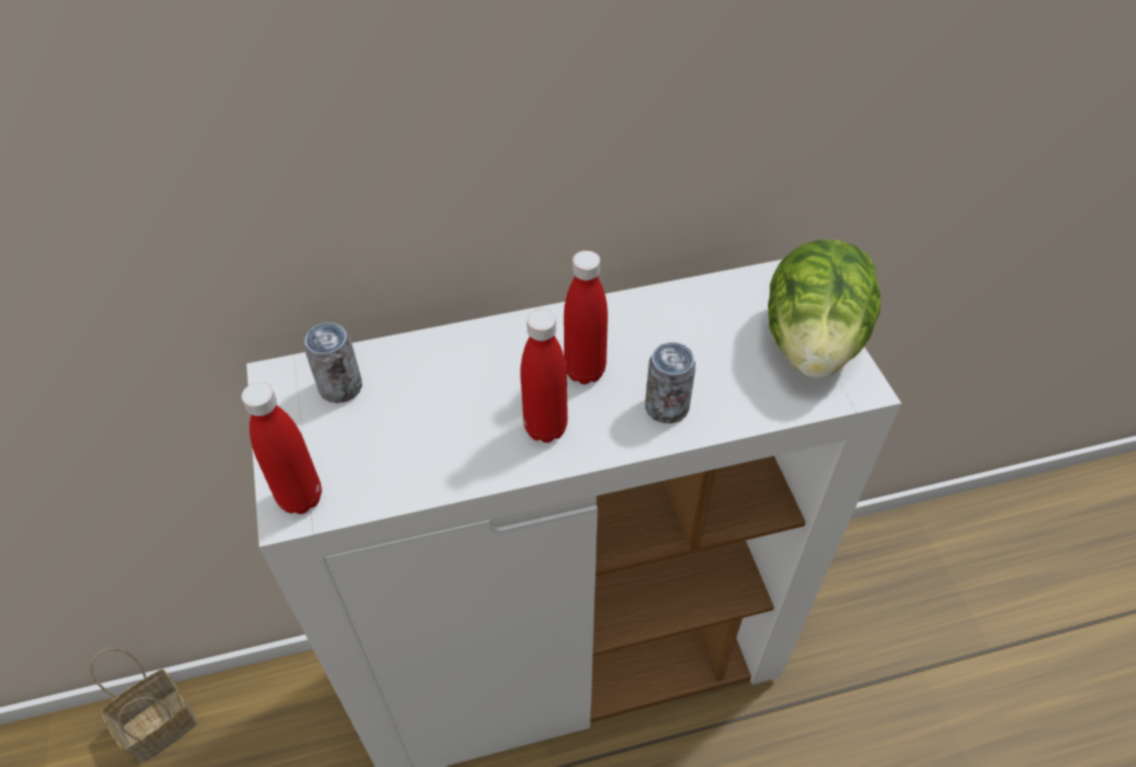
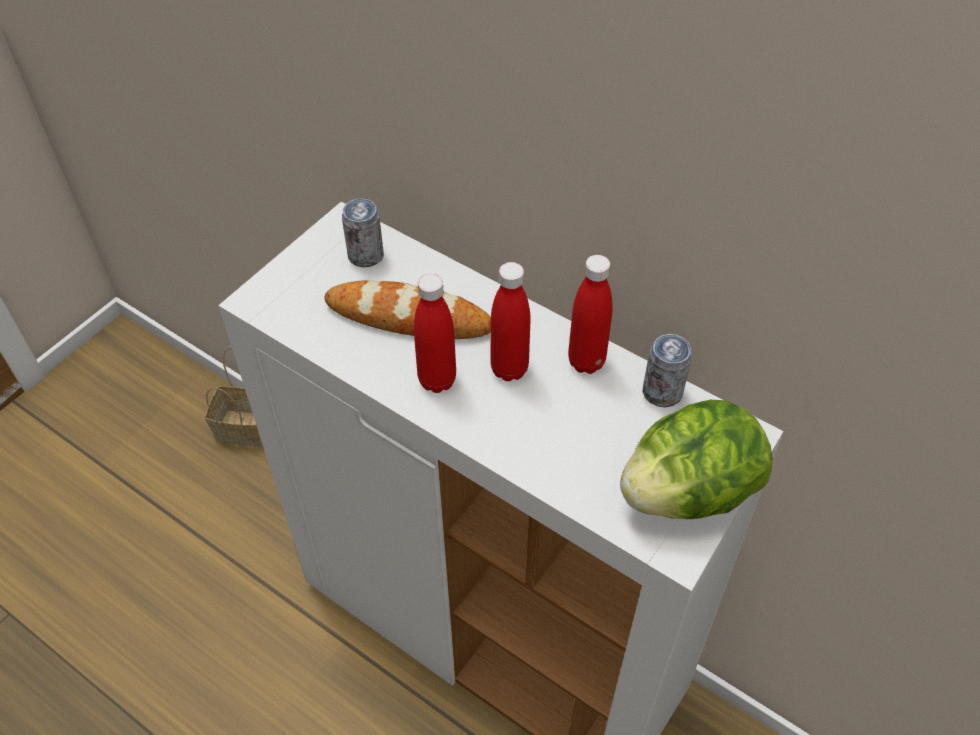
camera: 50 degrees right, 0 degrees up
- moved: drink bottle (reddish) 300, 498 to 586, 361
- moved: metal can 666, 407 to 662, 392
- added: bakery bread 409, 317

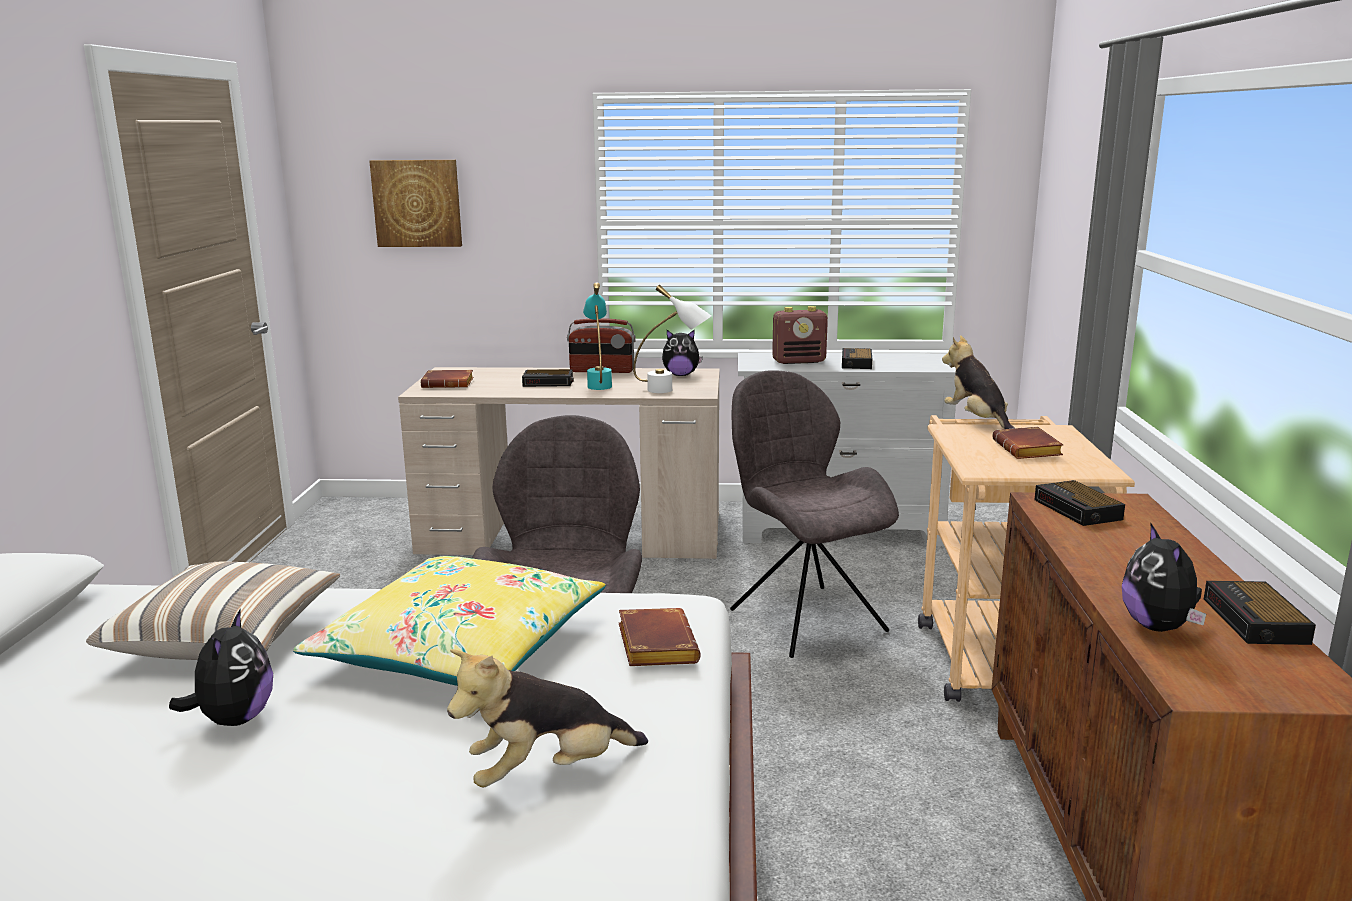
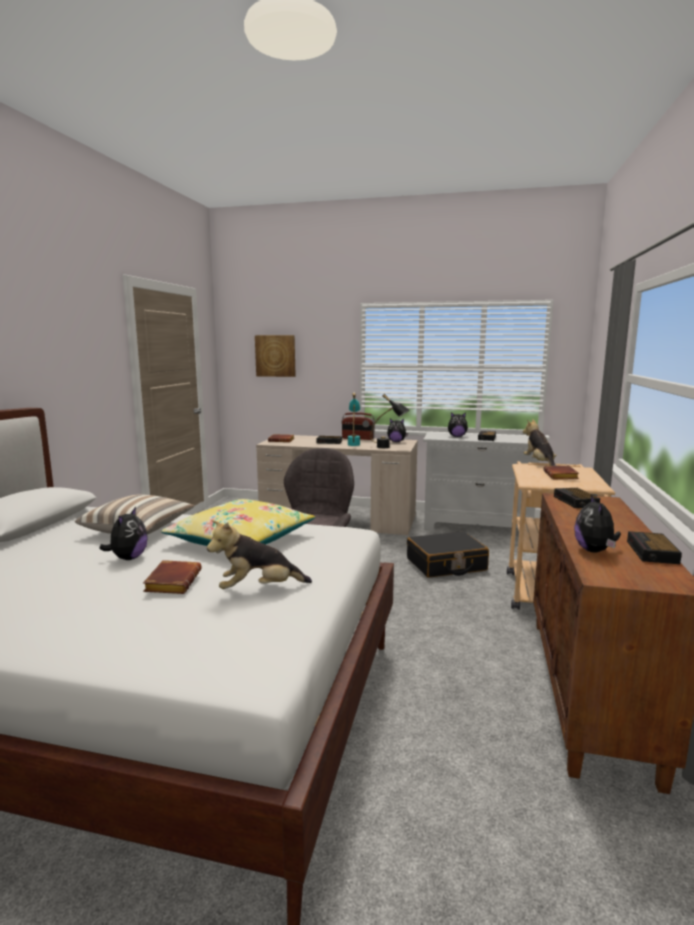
camera: 10 degrees right, 5 degrees down
- moved: book (brownish) 654, 645 to 172, 582
- recoloured: table lamp (white) 672, 390 to table lamp (black) 389, 447
- replaced: plain chair (grey) 804, 618 to suitcase (black) 446, 565
- replaced: radio 799, 361 to cuddly toy 457, 436

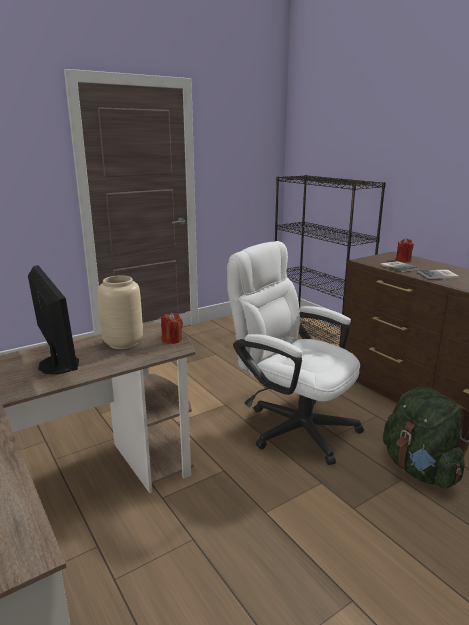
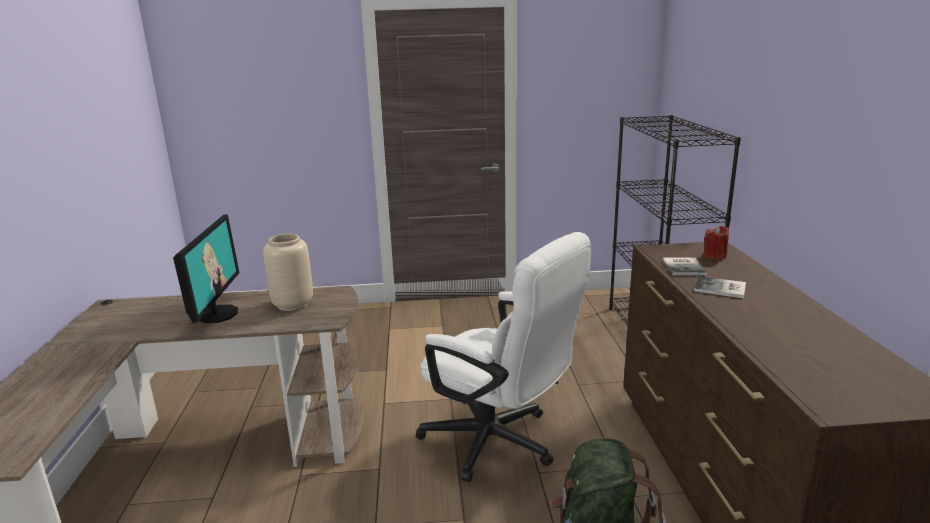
camera: 30 degrees right, 0 degrees up
- removed: wax light (reddish) 172, 339
- turned: office chair (white) 292, 425 = 500, 444 150 degrees clockwise

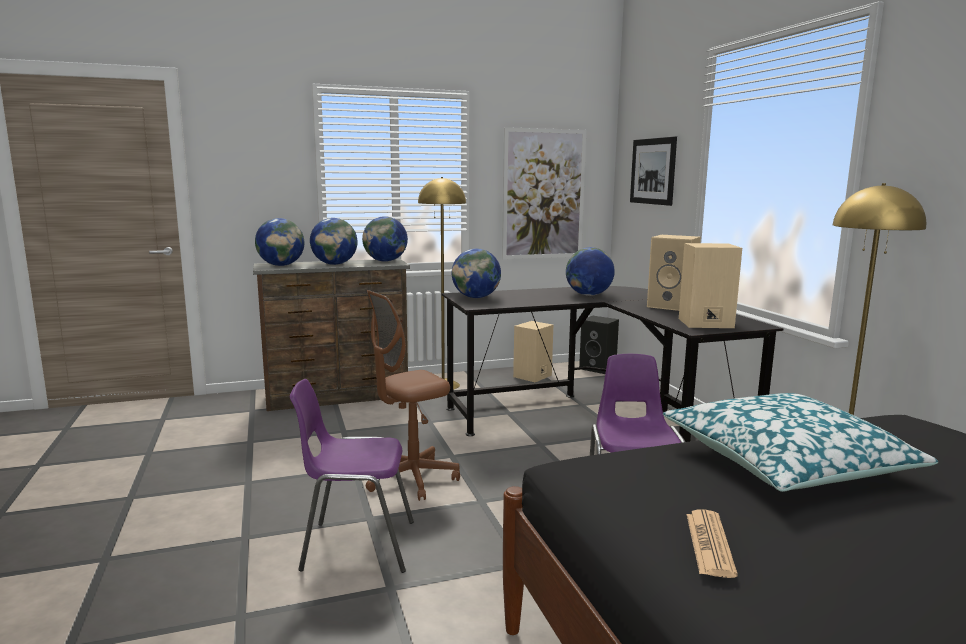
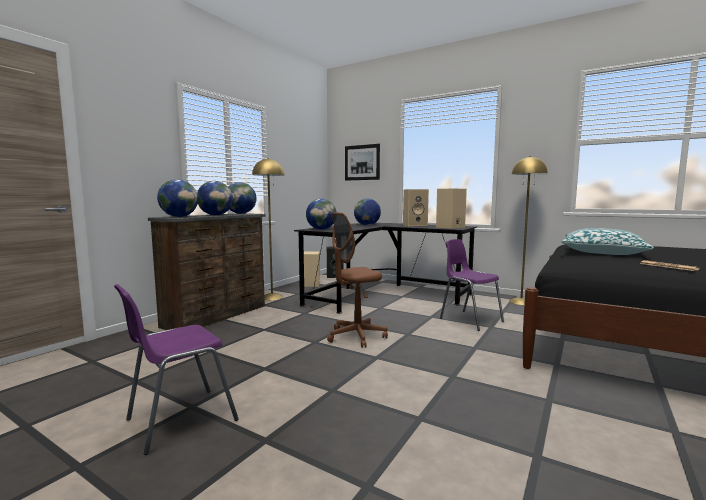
camera: 40 degrees left, 5 degrees down
- moved: plain chair (purple) 356, 545 to 178, 420
- turned: office chair (brownish) 411, 479 = 356, 336 45 degrees clockwise
- removed: picture 543, 194

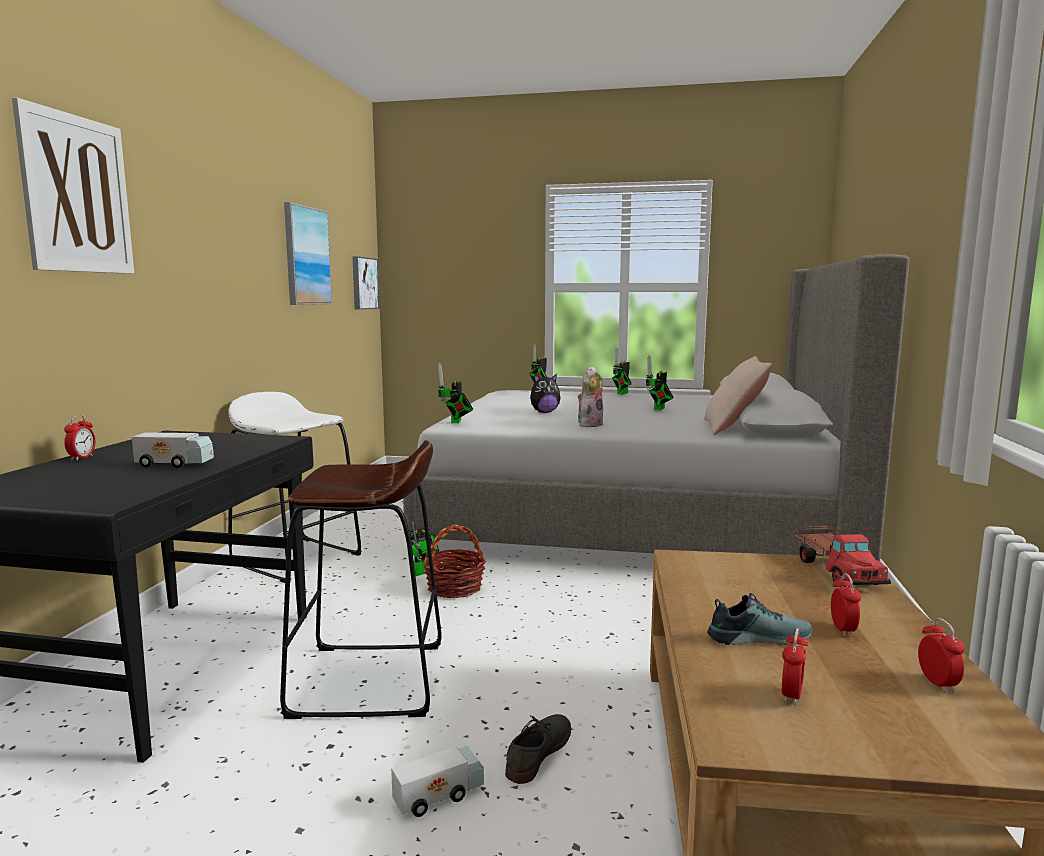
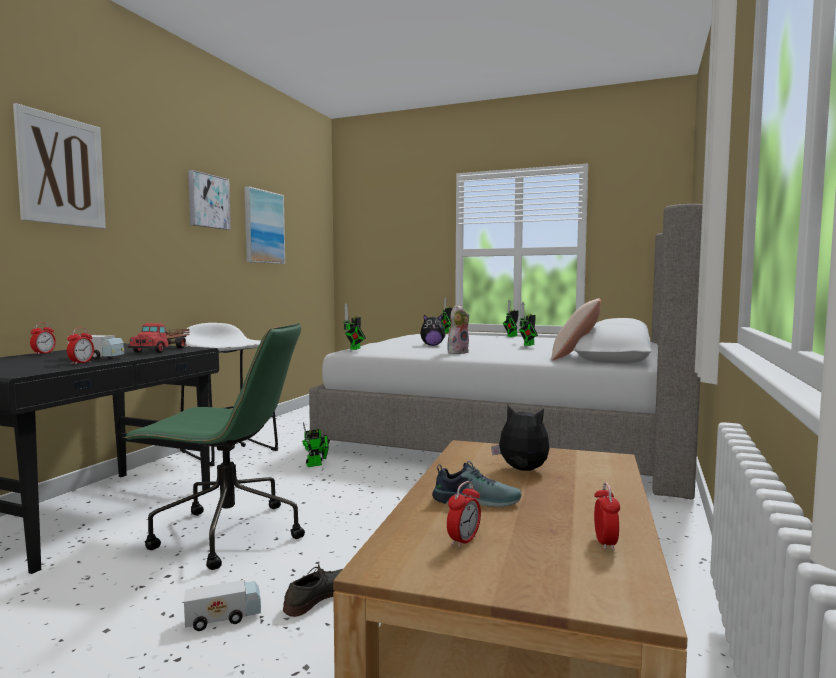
camera: 10 degrees right, 5 degrees down
- replaced: stool (brownish) 369, 680 to office chair (greenish) 226, 534
- moved: picture 364, 283 to 208, 201
- removed: basket 455, 588
- moved: model truck 837, 570 to 162, 349
- moved: bedside clock 843, 629 to 81, 363
- added: cuddly toy 522, 470

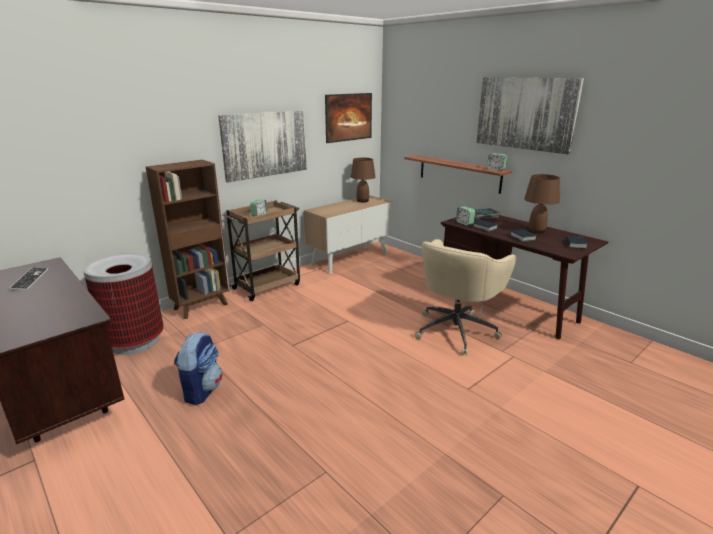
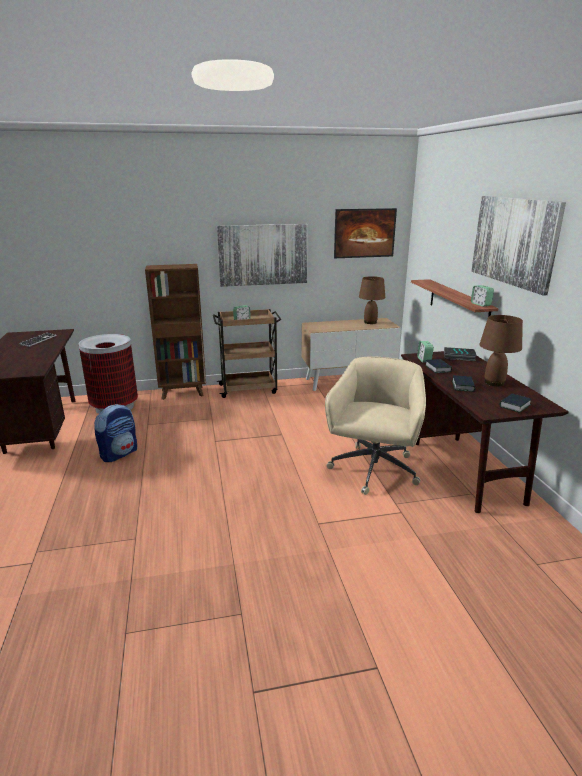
camera: 30 degrees right, 0 degrees up
- turned: office chair (beige-coloured) 456, 330 = 373, 471 135 degrees clockwise

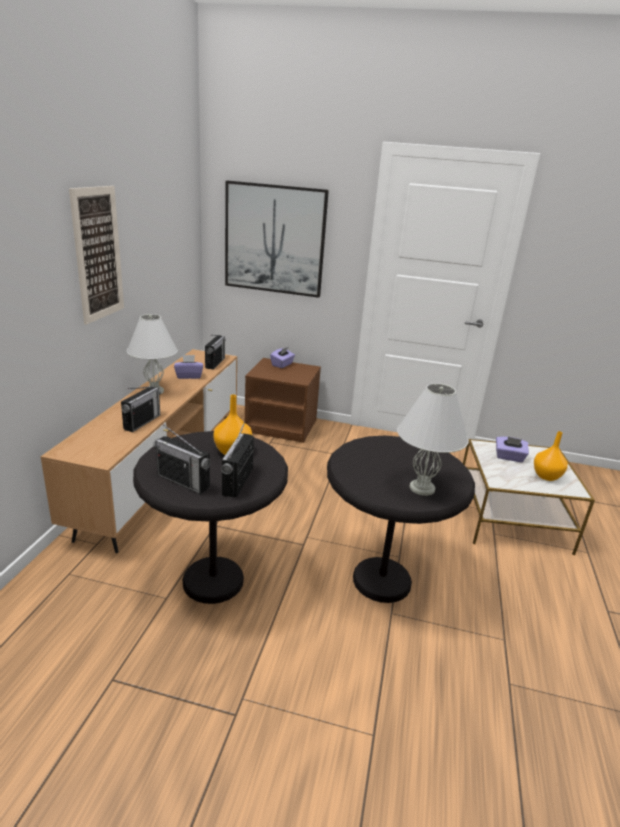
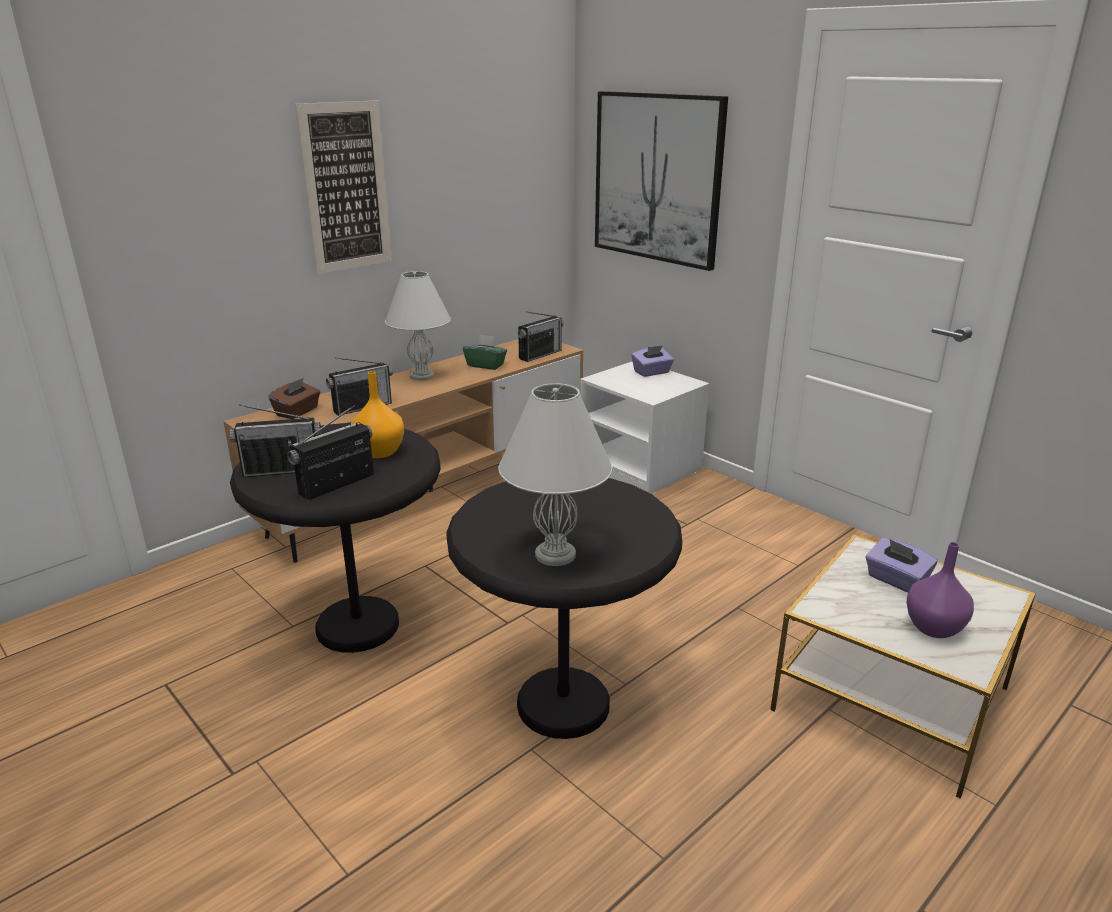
camera: 35 degrees right, 0 degrees up
- turned: radio 183, 481 = 282, 470 75 degrees counterclockwise
- recoloured: tissue box (purple) 189, 376 to tissue box (greenish) 485, 365
- recoloured: nightstand (brownish) 282, 426 to nightstand (white) 641, 467
- recoloured: flower vase (orange) 546, 476 to flower vase (purple) 932, 628
- added: tissue box (brownish) 297, 412

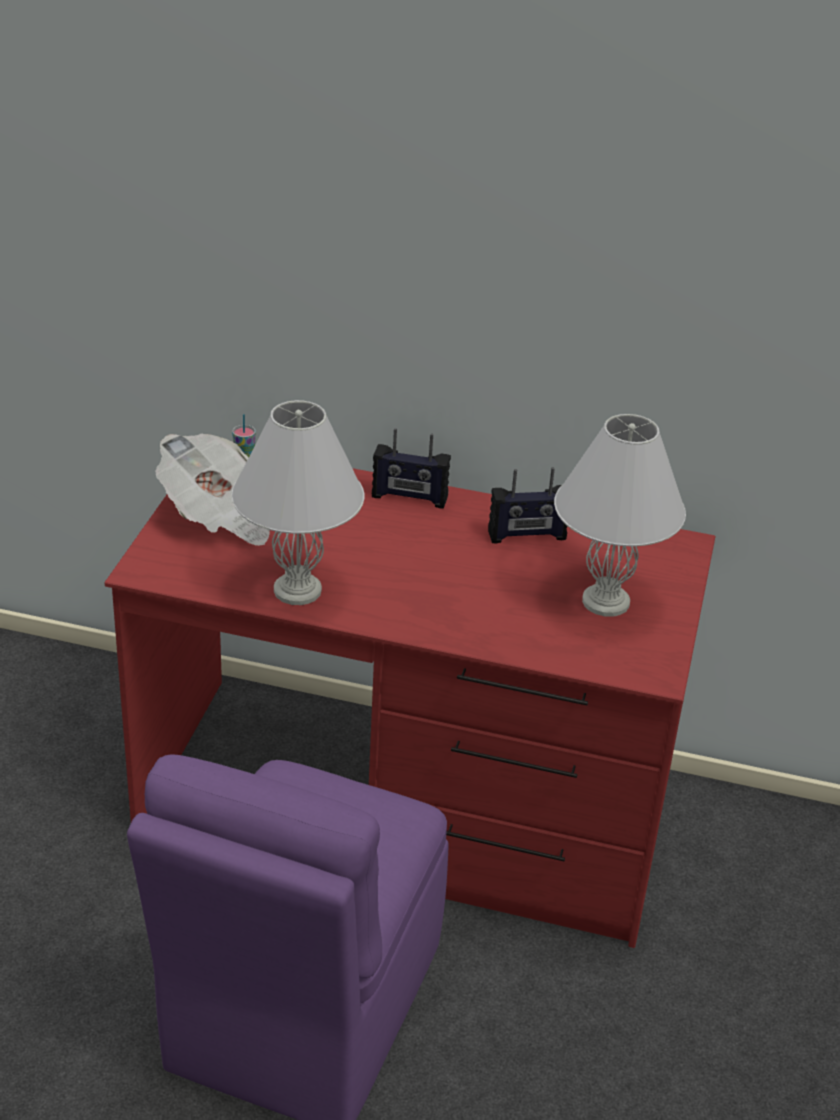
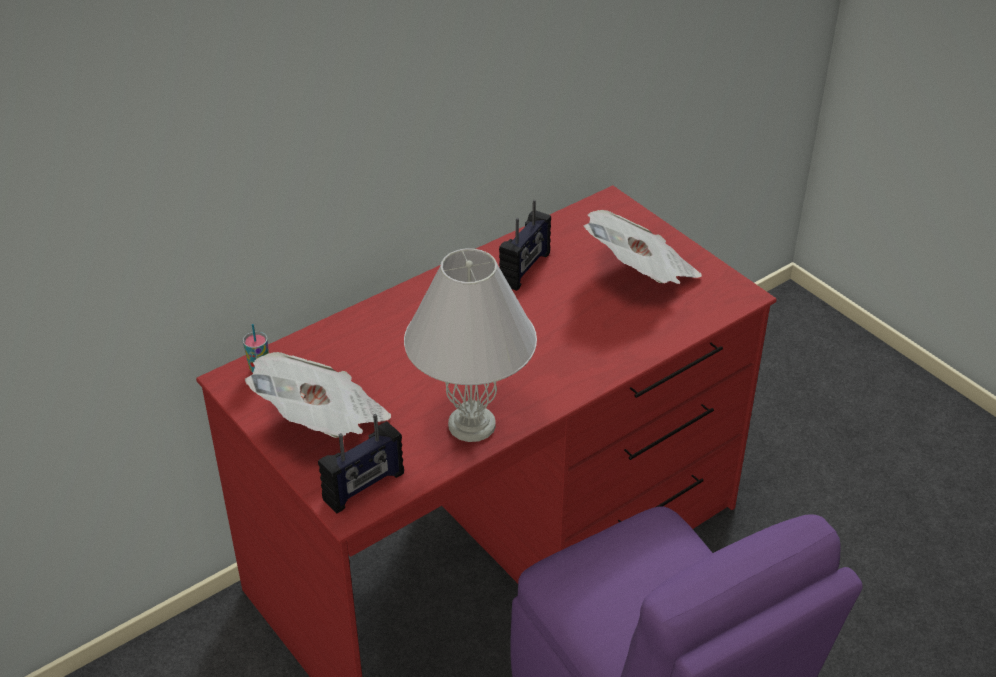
camera: 50 degrees left, 5 degrees up
- moved: radio 409, 498 to 364, 487
- replaced: table lamp (white) 607, 602 to daily paper 641, 273

